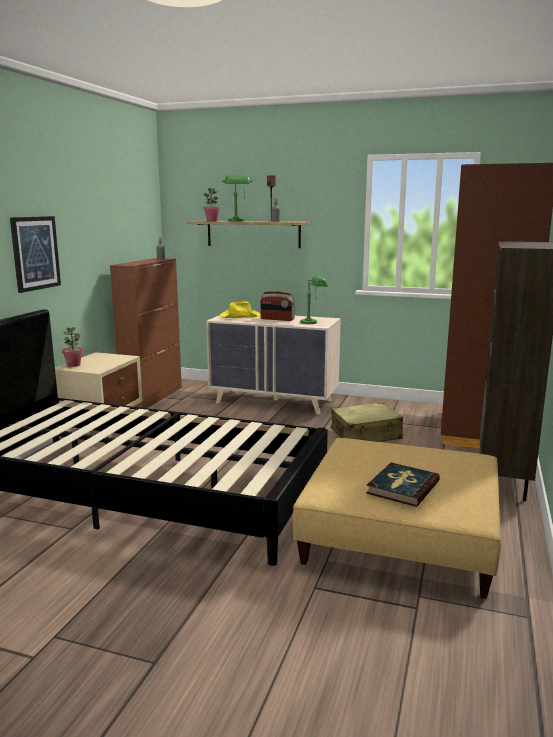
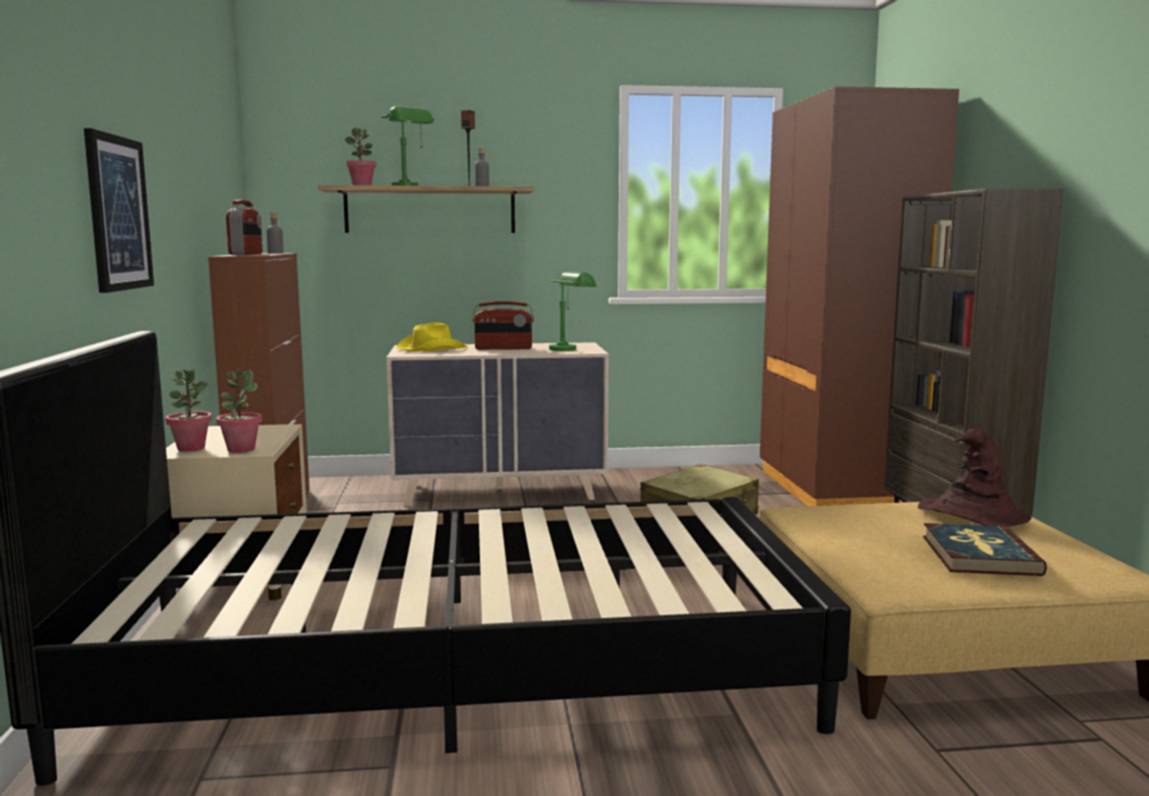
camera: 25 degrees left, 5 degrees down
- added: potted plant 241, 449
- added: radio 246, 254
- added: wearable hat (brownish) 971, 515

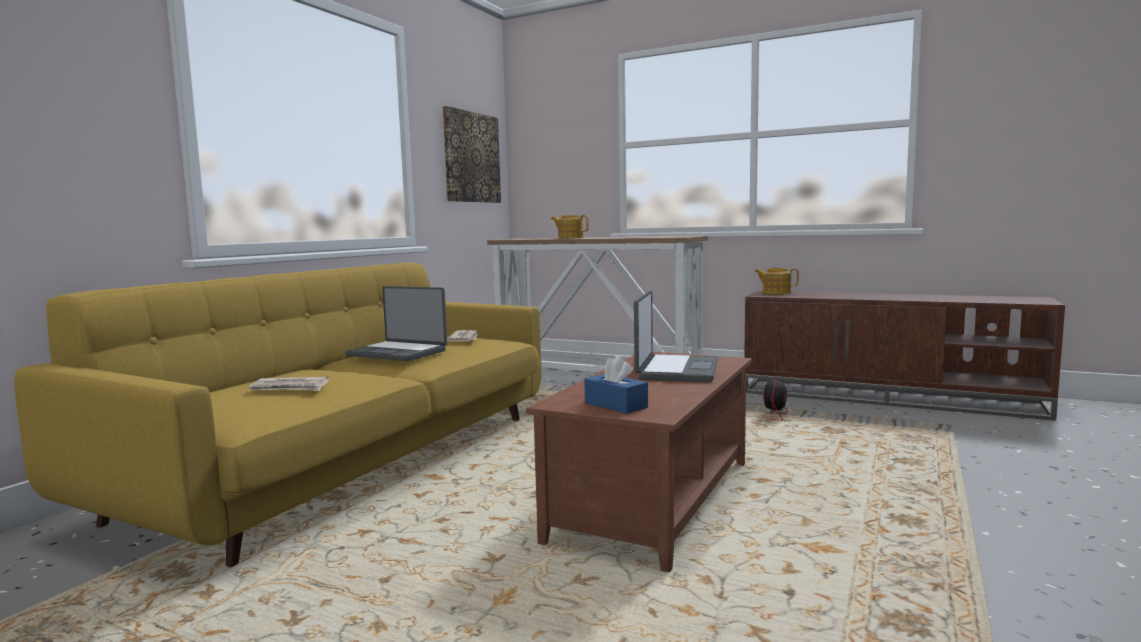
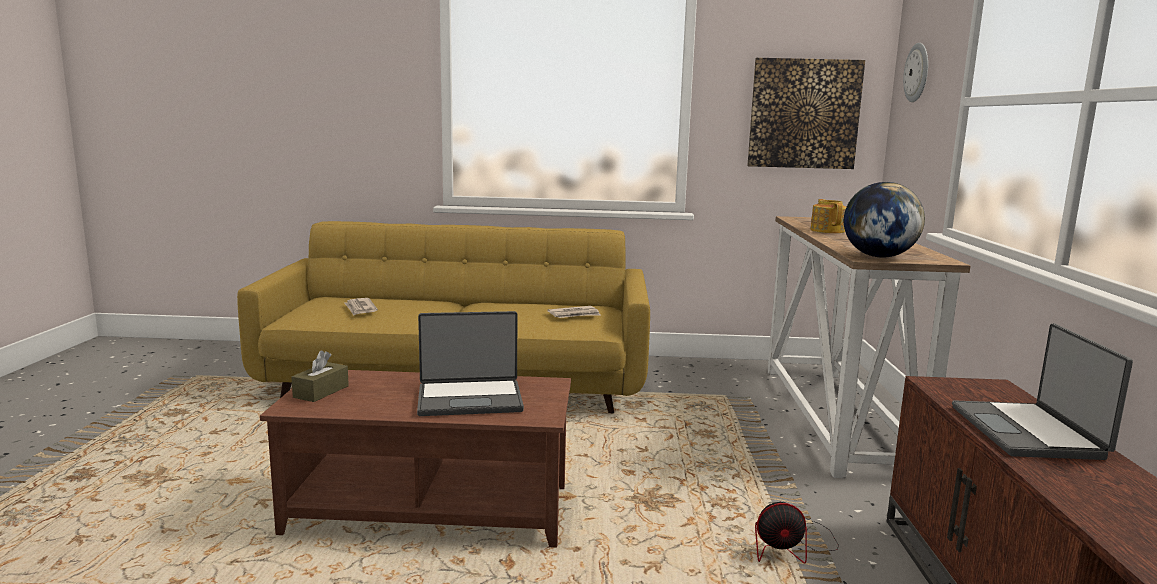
camera: 65 degrees right, 5 degrees up
- moved: notebook computer 398, 353 to 1028, 432
- recoloured: tissue box (blue) 615, 405 to tissue box (brownish) 321, 391
- removed: pot for tea 776, 292
- added: globe 878, 256
- added: hanging clock 917, 72

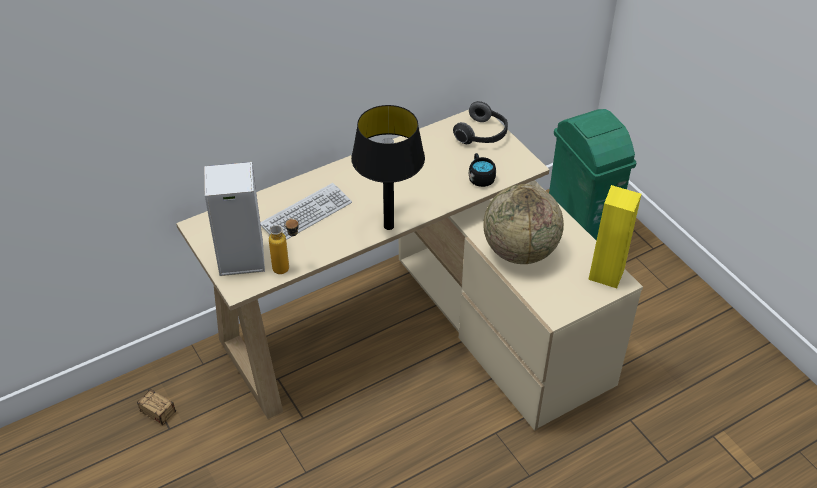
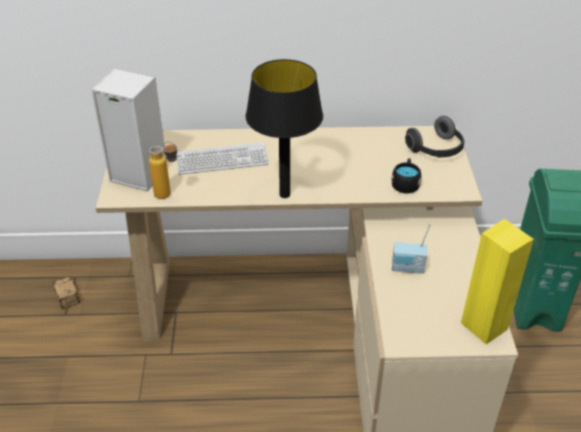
camera: 30 degrees right, 5 degrees down
- replaced: globe 520, 251 to radio 407, 269

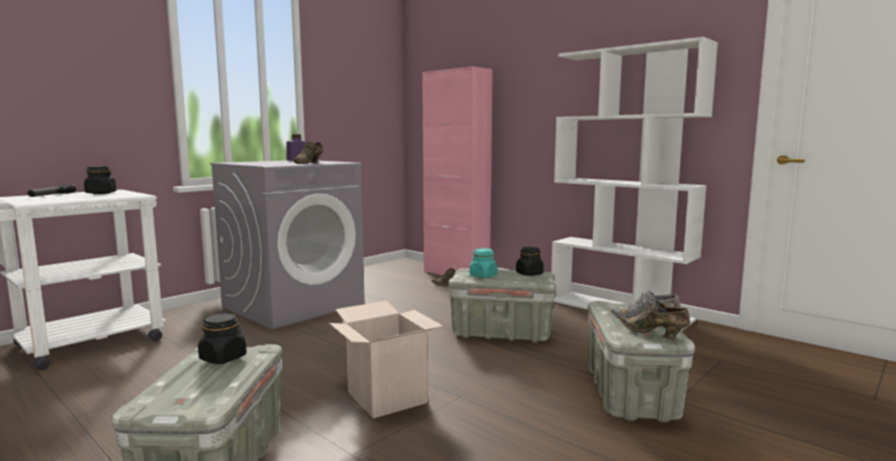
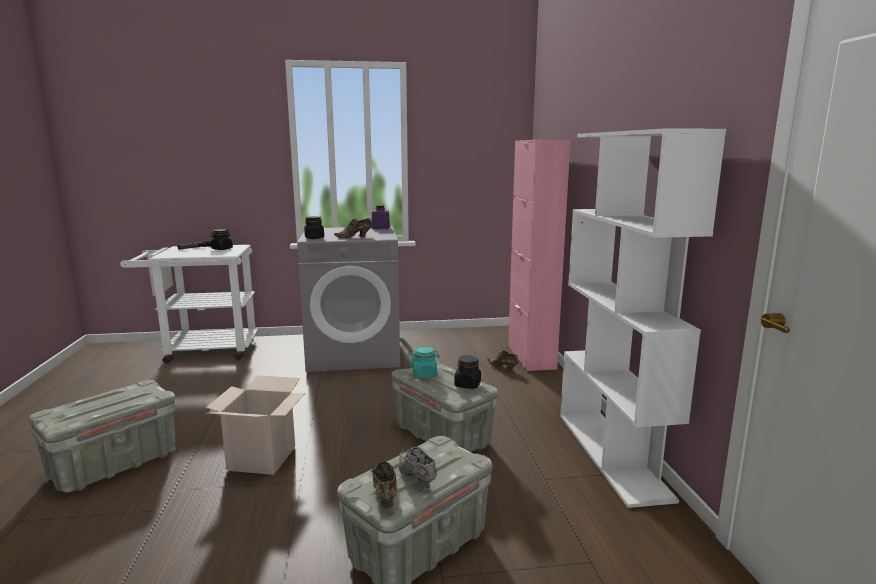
camera: 40 degrees right, 5 degrees up
- moved: preserve jar (black) 223, 358 to 314, 238

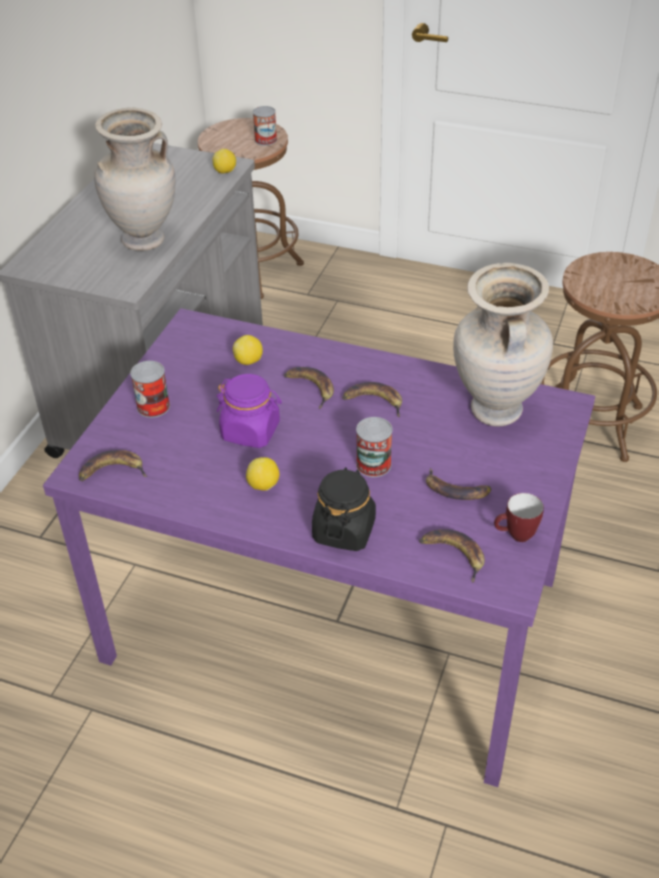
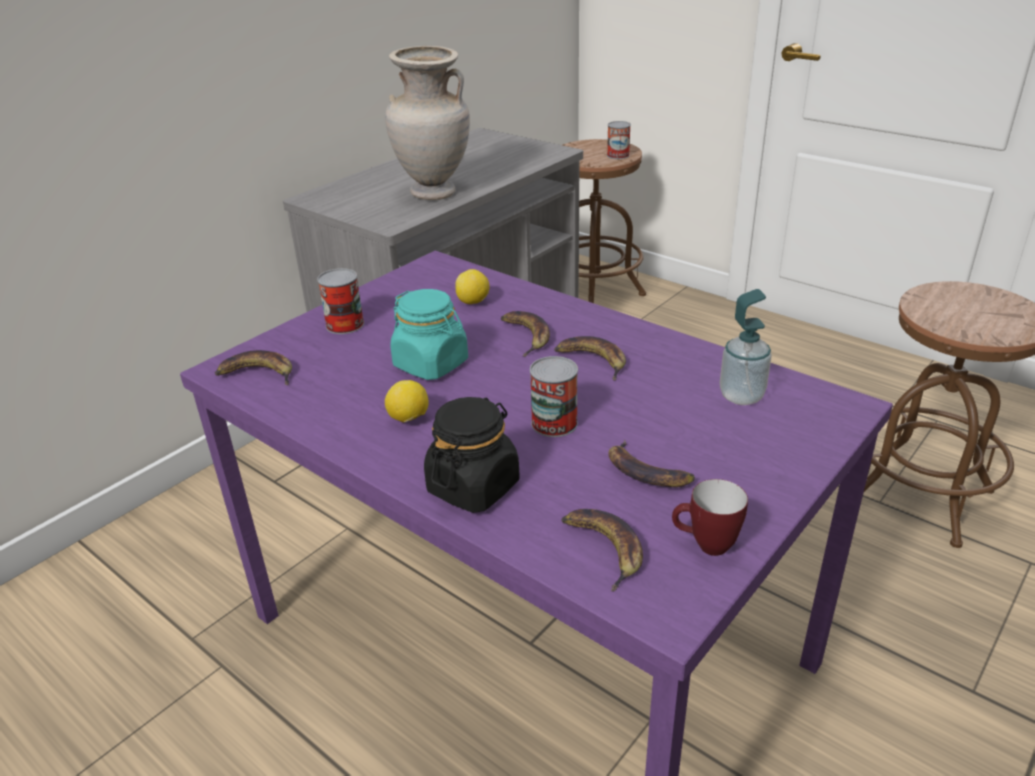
camera: 20 degrees right, 10 degrees down
- removed: lemon 225, 172
- recoloured: preserve jar (purple) 251, 431 to preserve jar (turquoise-coloured) 431, 364
- replaced: flower vase (beige-coloured) 494, 411 to liquid soap bottle 741, 396

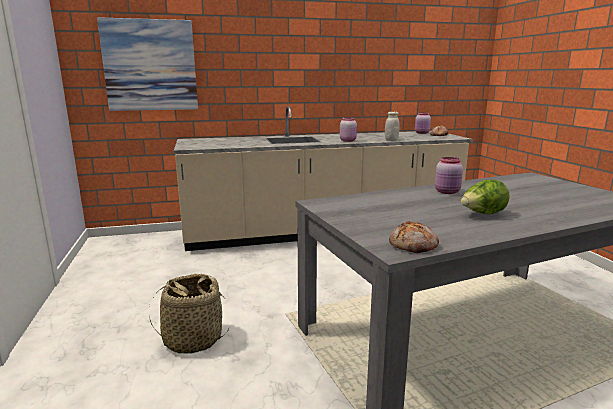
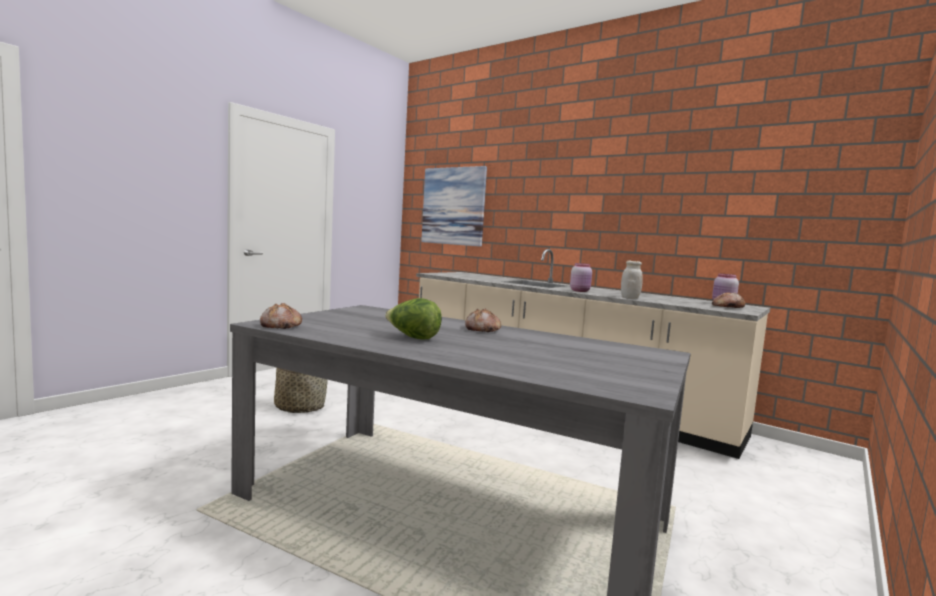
camera: 50 degrees right, 10 degrees down
- replaced: preserve jar (pink-coloured) 448, 192 to bakery bread 482, 329

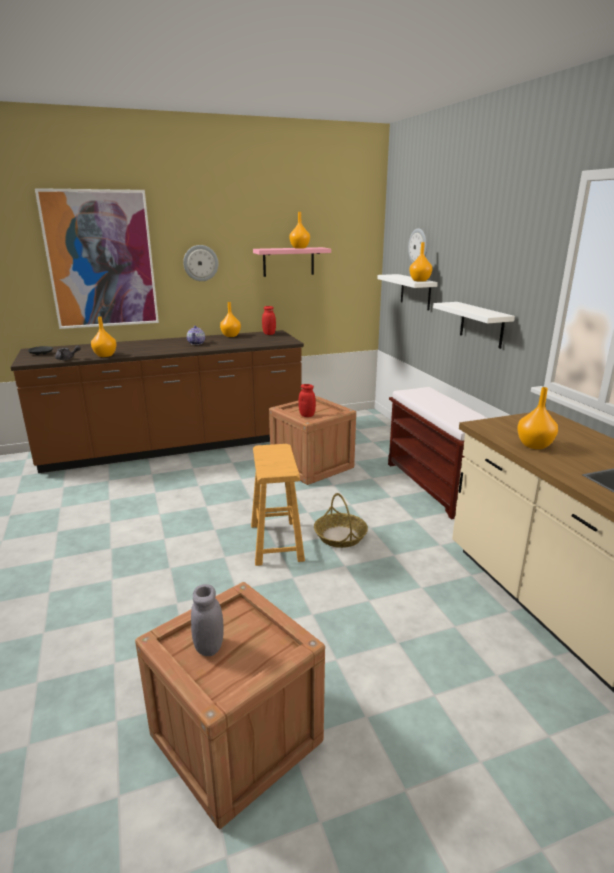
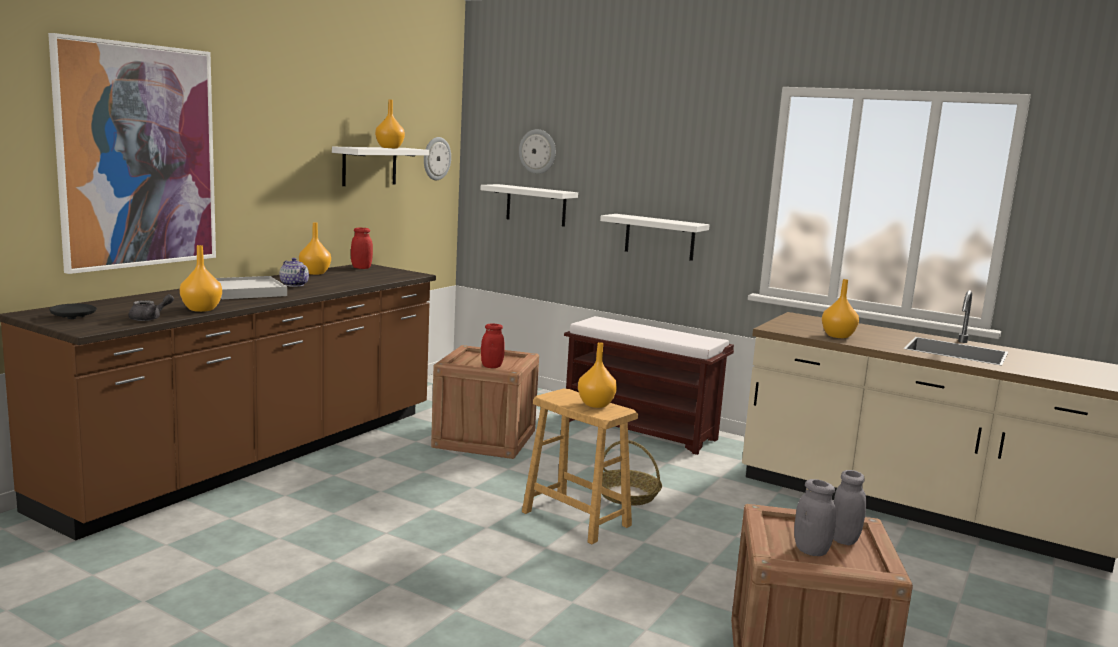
camera: 40 degrees left, 10 degrees down
- moved: hanging clock 200, 263 to 436, 158
- recoloured: bracket shelf (pink-coloured) 288, 261 to bracket shelf (white) 369, 166
- moved: flower vase (orange) 420, 280 to 596, 404
- added: carrying tray (white) 247, 292
- added: preserve jar (grey) 844, 539

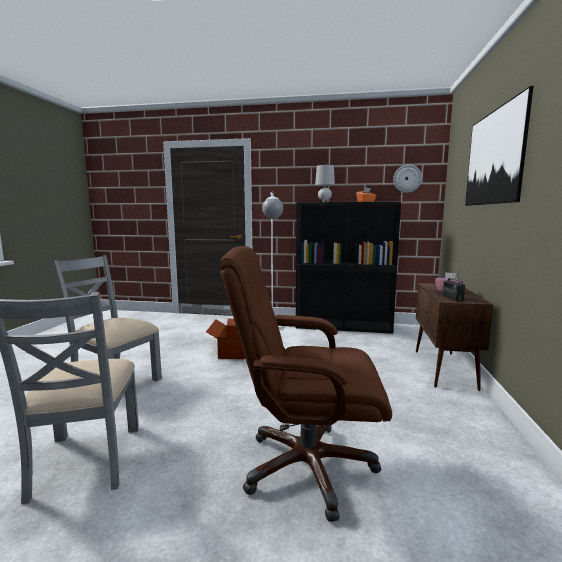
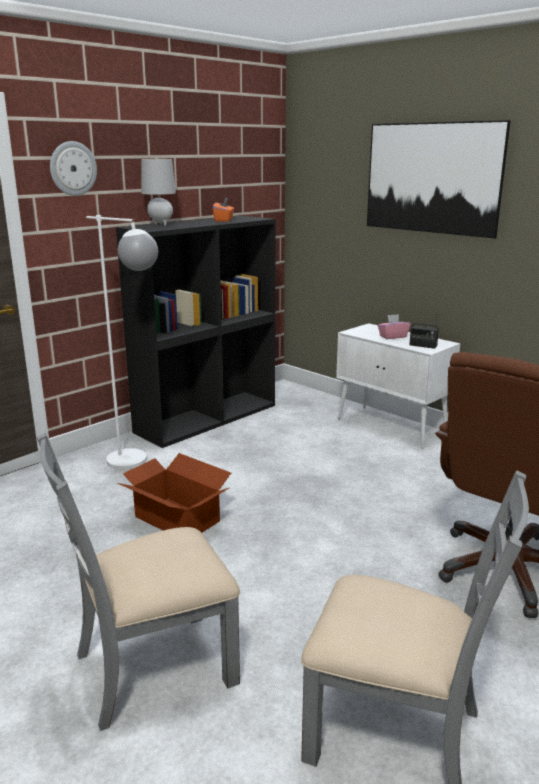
camera: 55 degrees left, 10 degrees up
- moved: hanging clock 407, 178 to 73, 168
- recoloured: cupboard (brownish) 444, 369 to cupboard (white) 392, 426

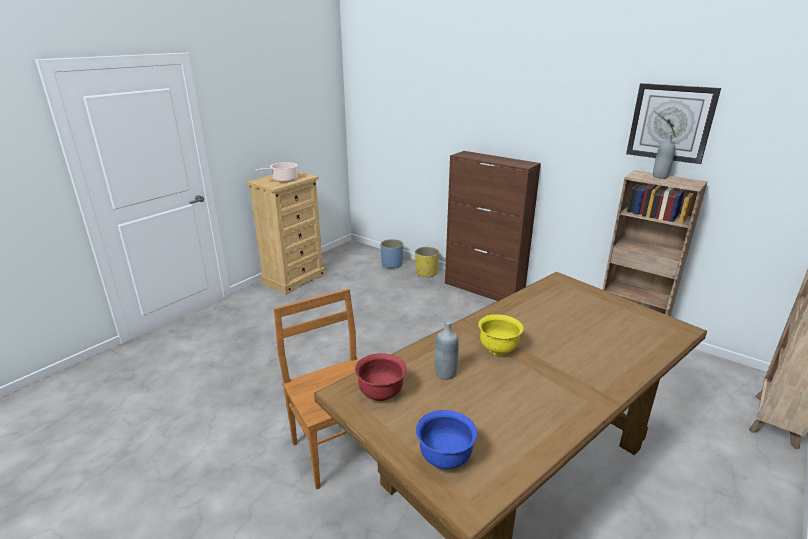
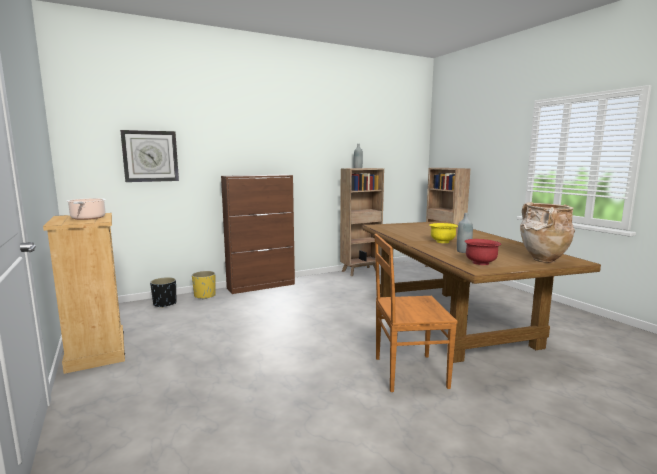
camera: 65 degrees left, 15 degrees down
- recoloured: plant pot (blue) 392, 264 to plant pot (black) 165, 304
- replaced: bowl (blue) 445, 458 to flower vase (beige-coloured) 542, 260
- moved: hanging clock 671, 123 to 150, 156

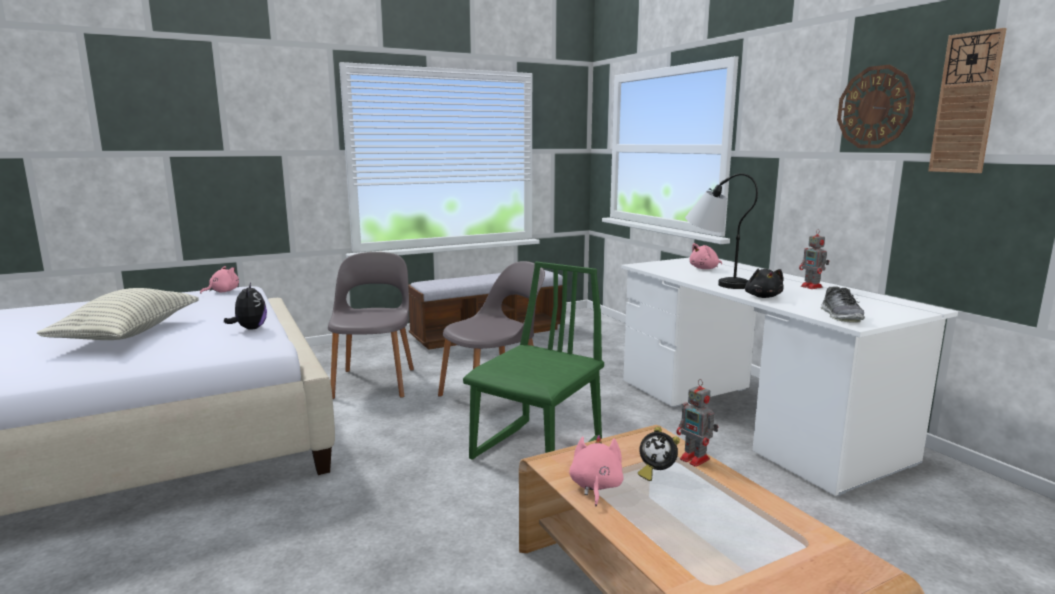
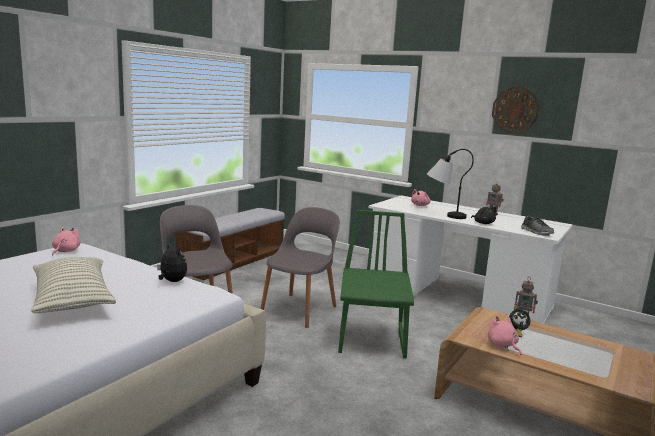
camera: 30 degrees left, 0 degrees up
- removed: hanging clock 966, 103

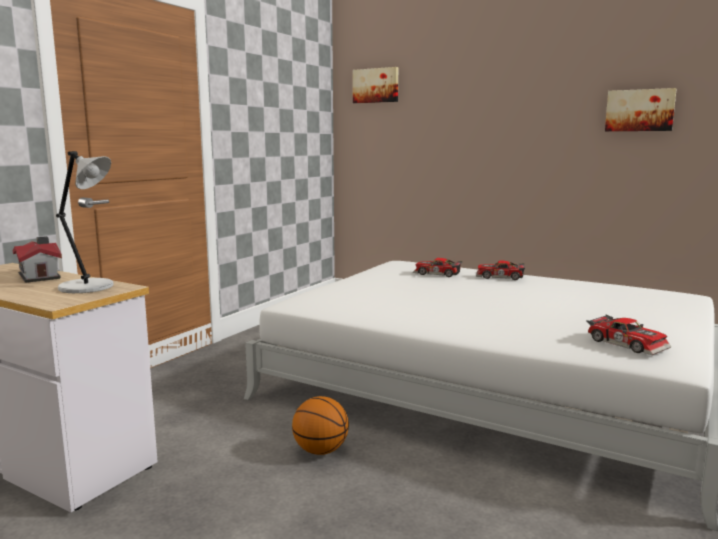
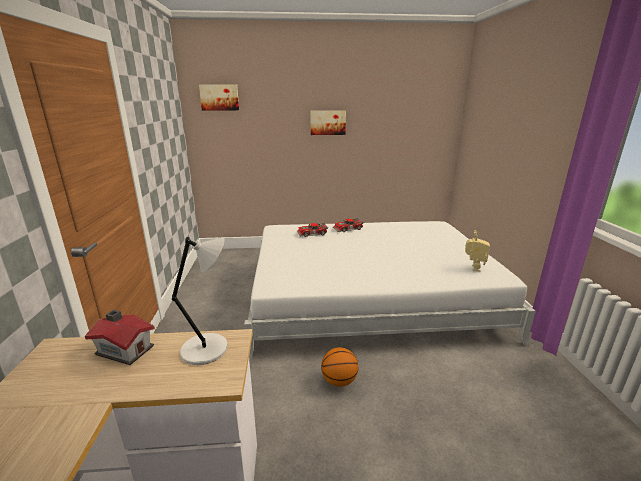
camera: 35 degrees left, 10 degrees up
- replaced: miniature car 627, 343 to toy robot 473, 268
- moved: picture 640, 110 to 327, 122

